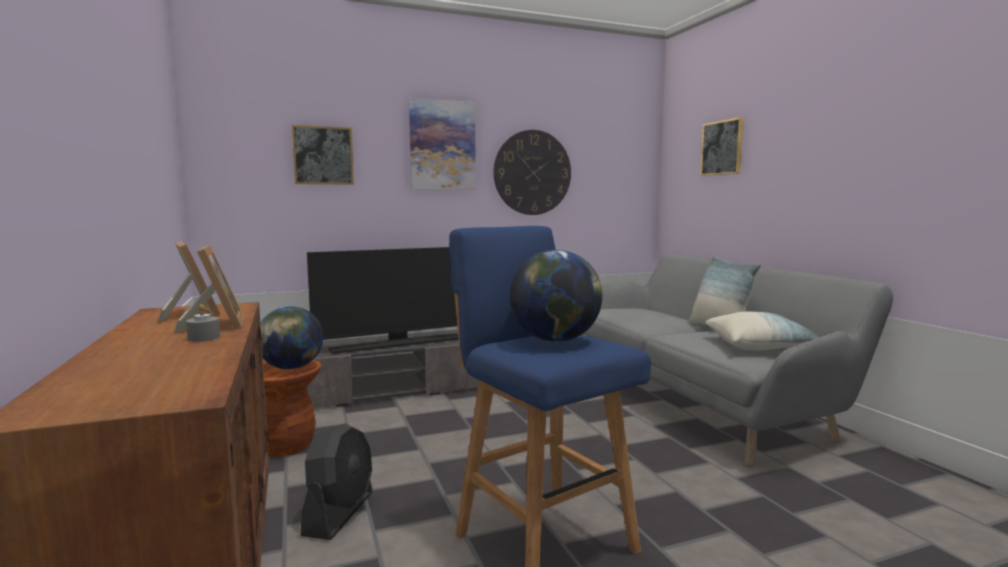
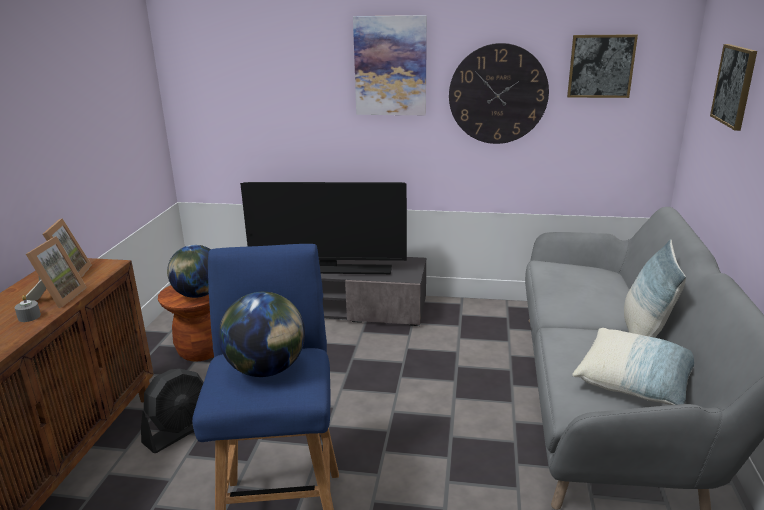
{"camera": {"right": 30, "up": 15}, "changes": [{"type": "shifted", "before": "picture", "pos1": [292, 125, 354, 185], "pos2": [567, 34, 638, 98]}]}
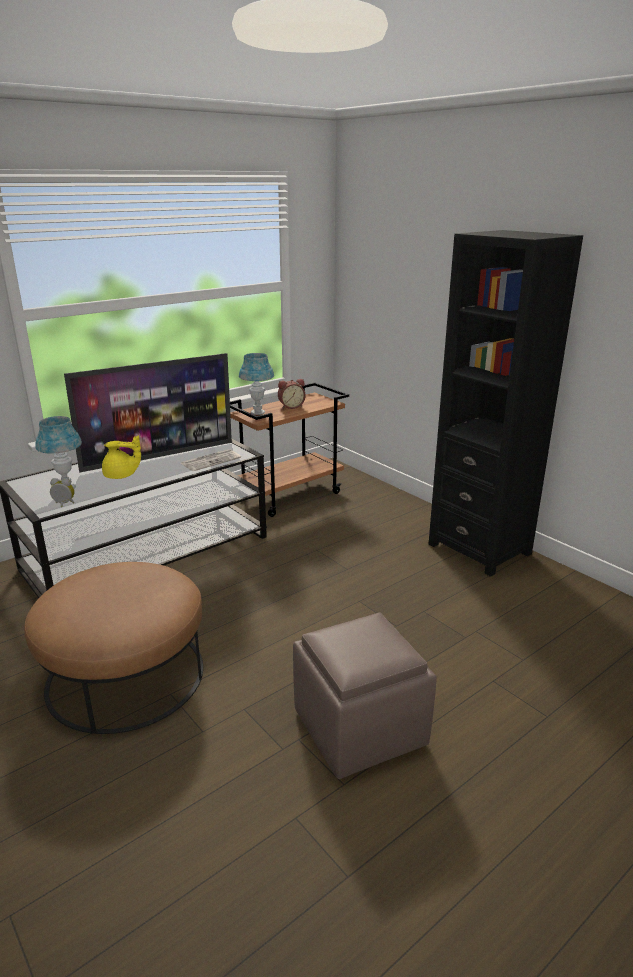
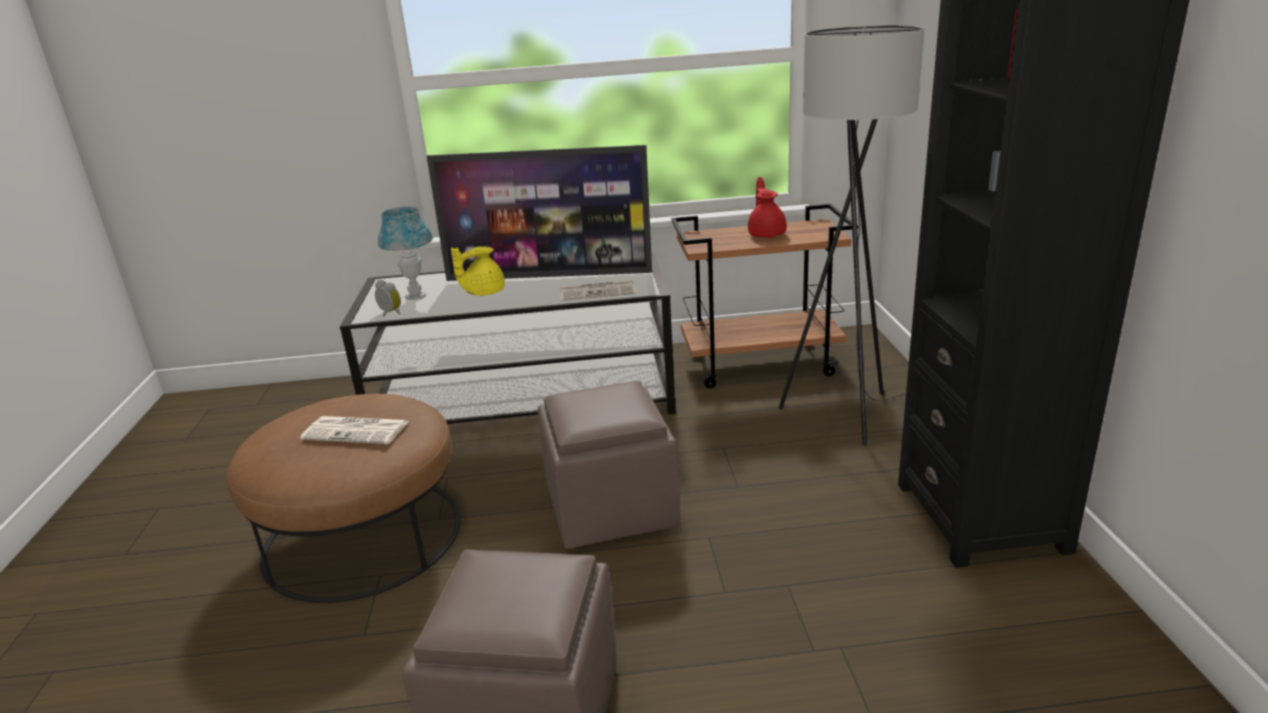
{"camera": {"right": 35, "up": 0}, "changes": [{"type": "rotated", "before": "yellow teapot", "pos1": [102, 435, 141, 479], "pos2": [451, 246, 505, 296], "turn": 105}, {"type": "gone", "before": "blue table lamp", "pos1": [239, 353, 274, 415]}, {"type": "swapped", "before": "alarm clock", "after": "red teapot", "pos1": [278, 379, 305, 409], "pos2": [748, 177, 787, 238]}, {"type": "new", "after": "newspaper", "pos2": [300, 416, 409, 444]}, {"type": "new", "after": "brown ottoman", "pos2": [538, 381, 680, 549]}, {"type": "new", "after": "grey floor lamp", "pos2": [778, 25, 924, 446]}]}
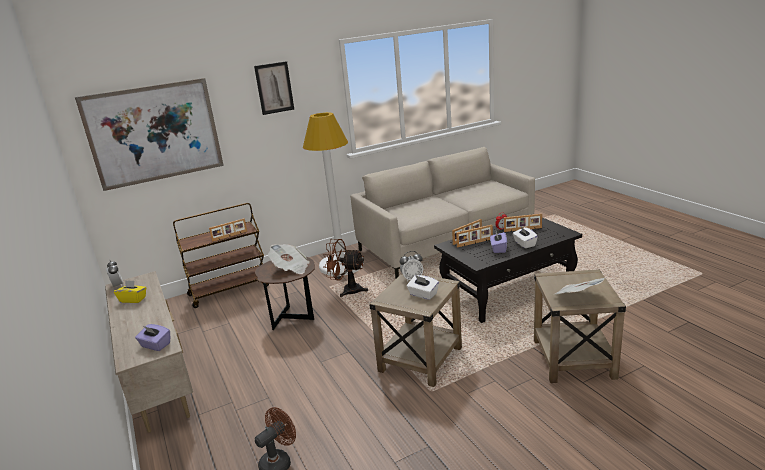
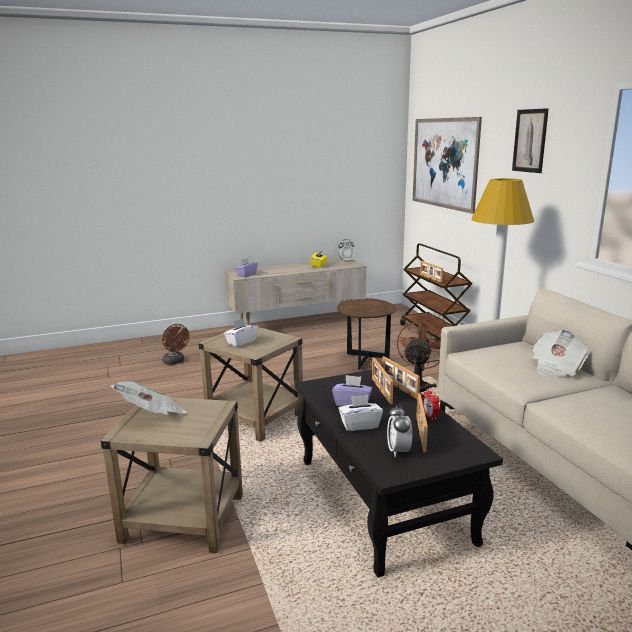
{"camera": {"right": 95, "up": -5}, "changes": [{"type": "shifted", "before": "newspaper", "pos1": [268, 244, 310, 274], "pos2": [532, 329, 591, 376]}, {"type": "shifted", "before": "alarm clock", "pos1": [400, 251, 423, 282], "pos2": [387, 404, 412, 457]}]}
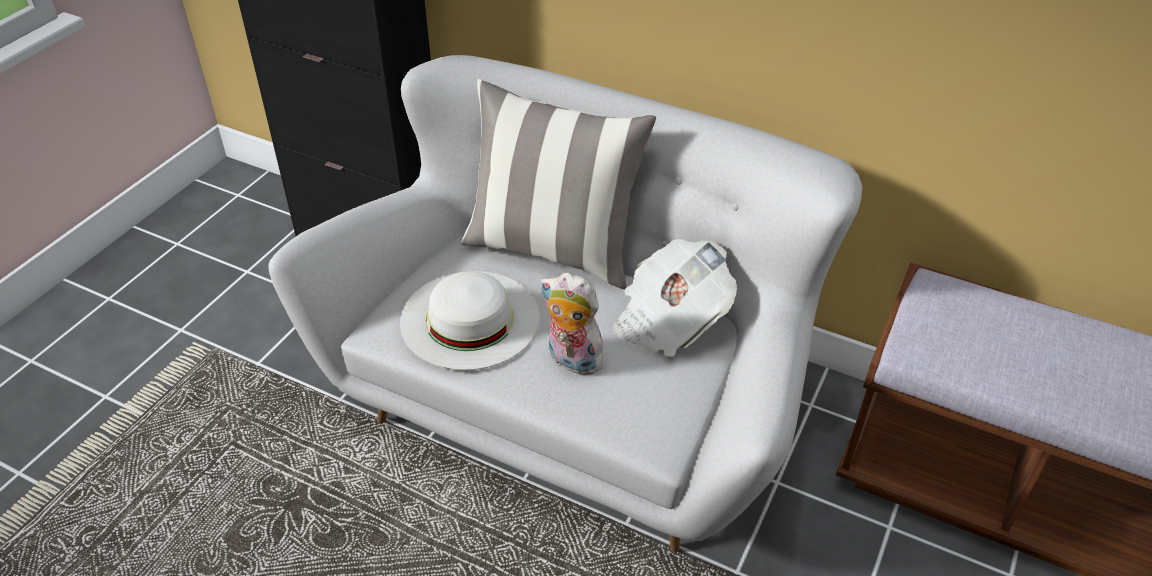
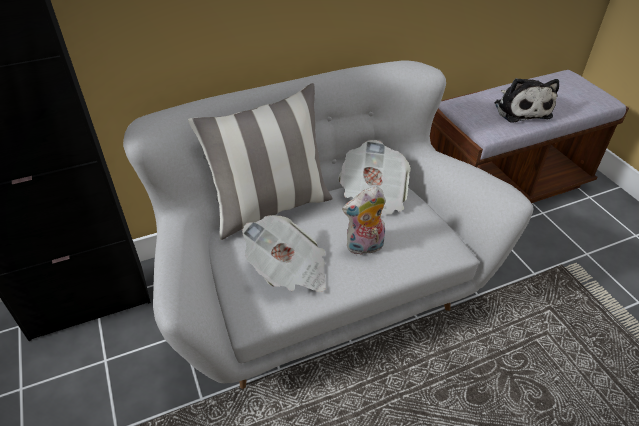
{"camera": {"right": -50, "up": 0}, "changes": [{"type": "swapped", "before": "white hat", "after": "newspaper", "pos1": [400, 271, 540, 370], "pos2": [242, 215, 326, 292]}, {"type": "new", "after": "plush toy", "pos2": [495, 78, 559, 123]}]}
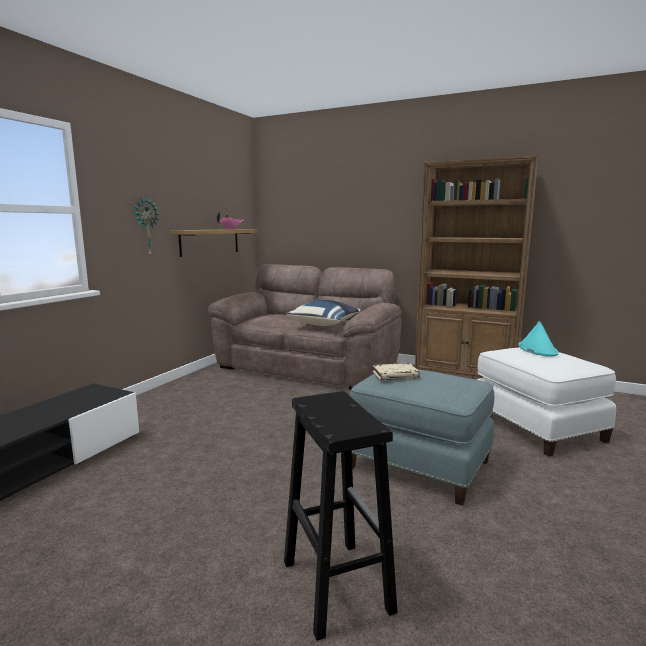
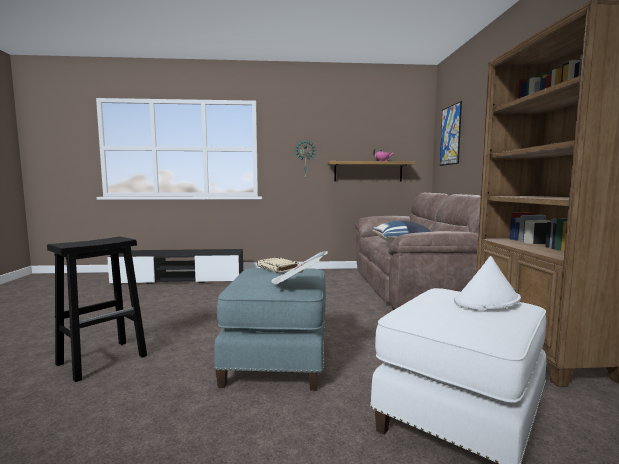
{"camera": {"right": 60, "up": -5}, "changes": [{"type": "repainted", "before": "turquoise hat", "after": "white hat", "pos1": [518, 321, 559, 356], "pos2": [454, 256, 521, 309]}, {"type": "new", "after": "newspaper", "pos2": [271, 251, 328, 285]}, {"type": "new", "after": "picture", "pos2": [440, 101, 462, 166]}]}
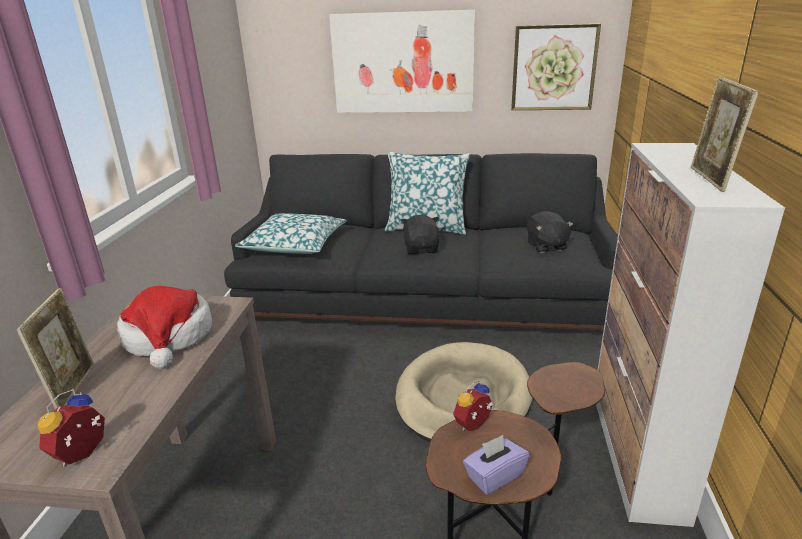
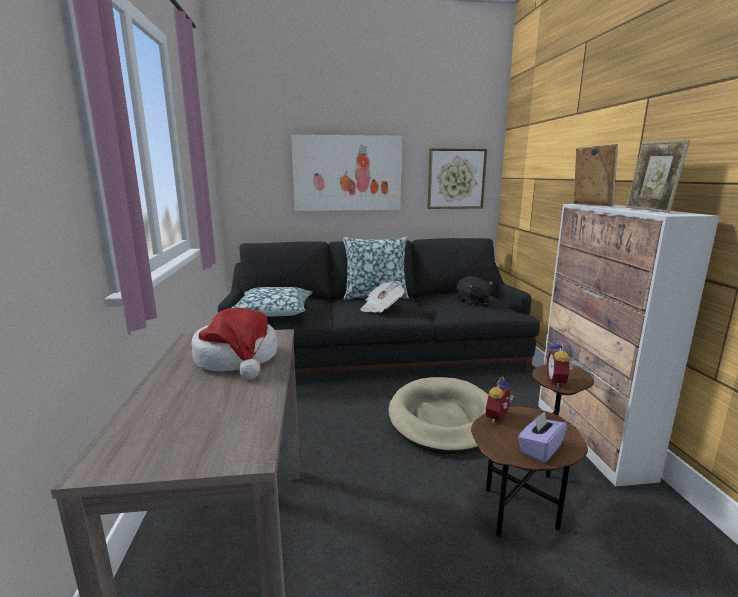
{"camera": {"right": -15, "up": -10}, "changes": [{"type": "shifted", "before": "picture frame", "pos1": [16, 288, 94, 410], "pos2": [573, 144, 618, 206]}, {"type": "shifted", "before": "alarm clock", "pos1": [38, 389, 105, 467], "pos2": [547, 340, 574, 387]}, {"type": "swapped", "before": "black plush toy", "after": "newspaper", "pos1": [401, 215, 440, 254], "pos2": [360, 281, 405, 313]}]}
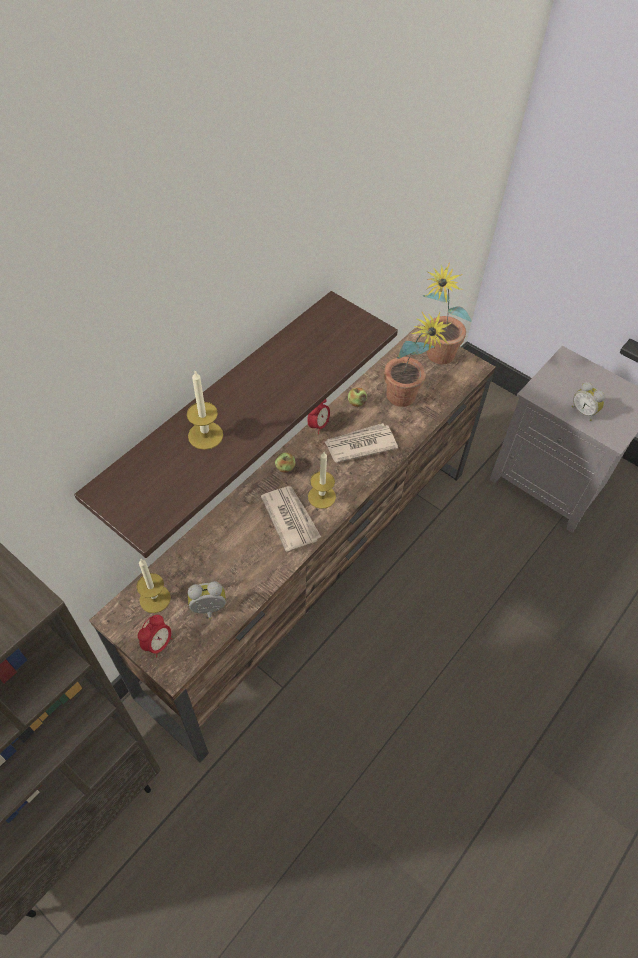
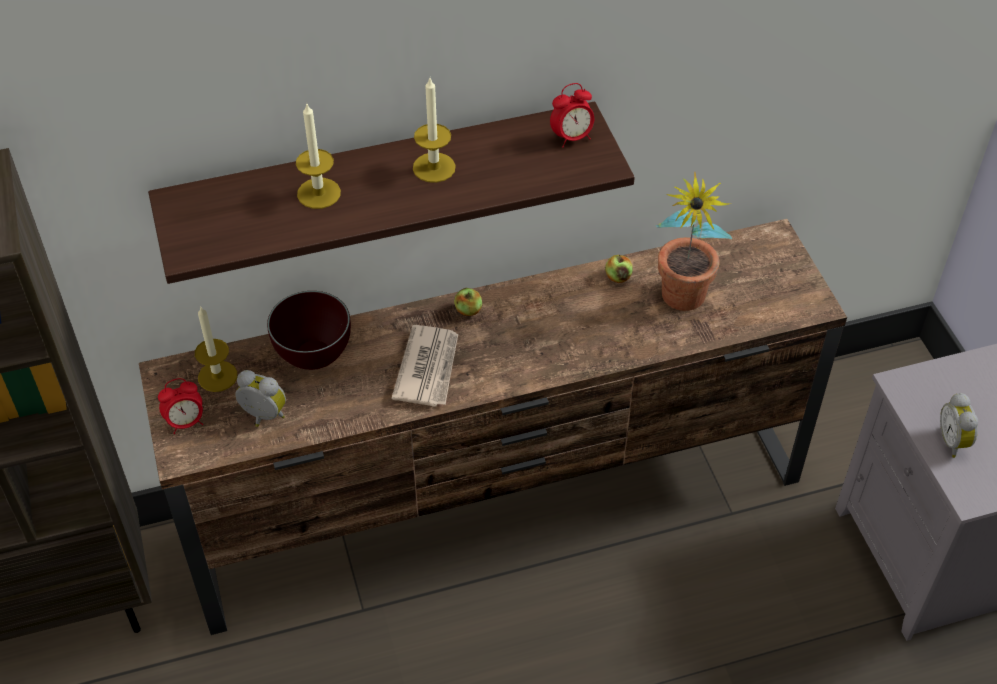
{"camera": {"right": 35, "up": -5}, "changes": [{"type": "shifted", "before": "alarm clock", "pos1": [307, 399, 330, 434], "pos2": [550, 83, 594, 148]}, {"type": "shifted", "before": "candle", "pos1": [308, 452, 336, 509], "pos2": [413, 78, 456, 183]}, {"type": "gone", "before": "newspaper", "pos1": [325, 423, 398, 463]}, {"type": "gone", "before": "potted plant", "pos1": [423, 262, 472, 364]}, {"type": "new", "after": "brown bowl", "pos2": [267, 291, 351, 370]}]}
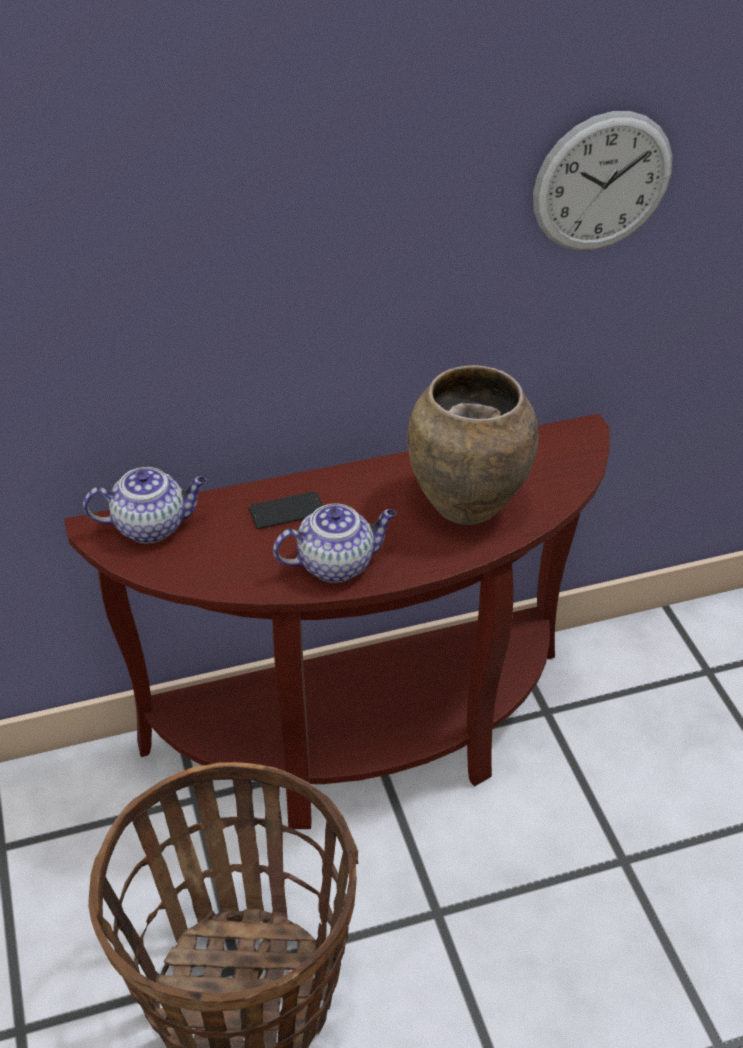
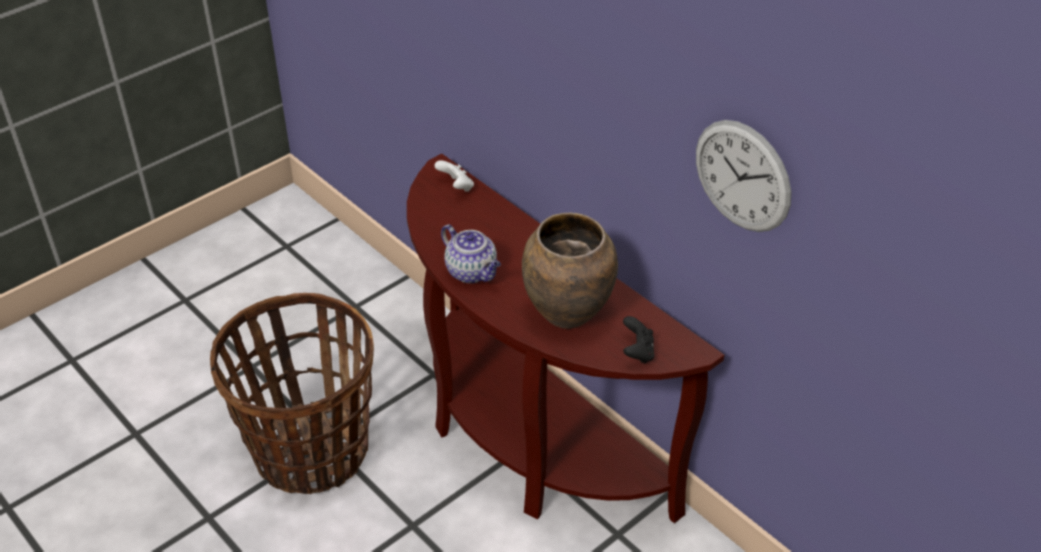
{"camera": {"right": 65, "up": 0}, "changes": [{"type": "swapped", "before": "teapot", "after": "white game controller", "pos1": [83, 467, 207, 543], "pos2": [434, 160, 474, 192]}, {"type": "gone", "before": "phone", "pos1": [249, 491, 323, 529]}, {"type": "new", "after": "black game controller", "pos2": [623, 316, 654, 364]}]}
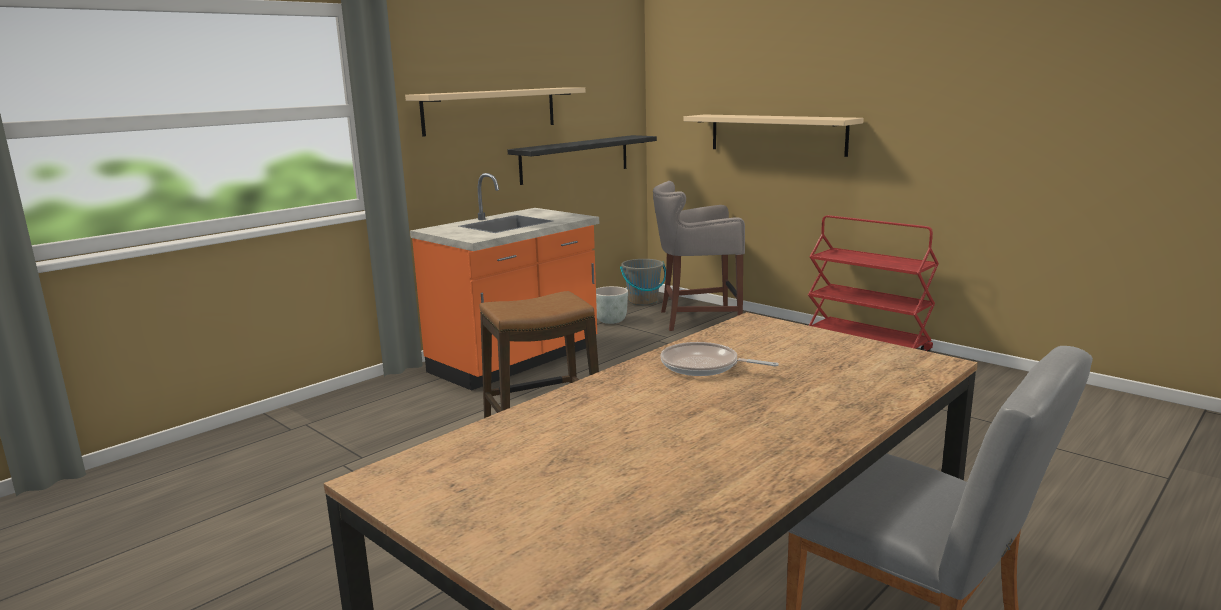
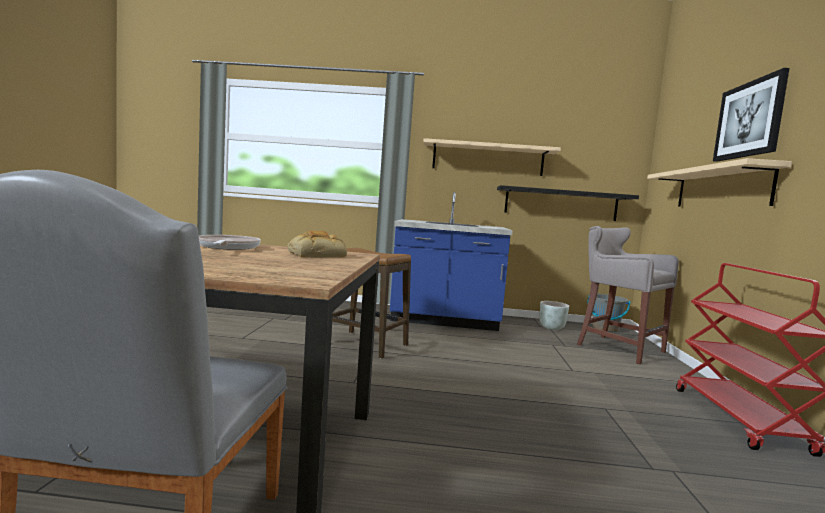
{"camera": {"right": 50, "up": -10}, "changes": [{"type": "repainted", "before": "orange counter", "after": "blue counter", "pos1": [410, 173, 599, 391], "pos2": [390, 192, 513, 331]}, {"type": "new", "after": "bread", "pos2": [287, 231, 347, 257]}, {"type": "new", "after": "picture", "pos2": [713, 68, 789, 162]}]}
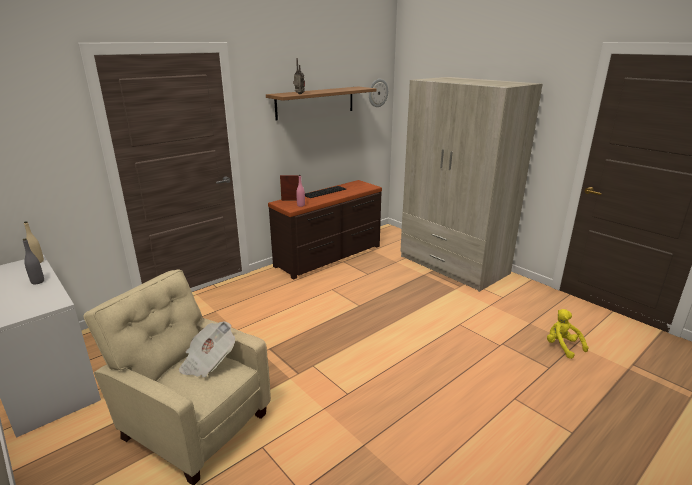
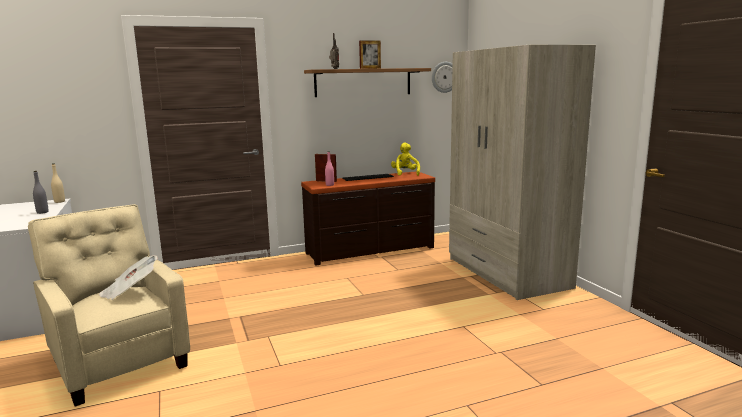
{"camera": {"right": 20, "up": -10}, "changes": [{"type": "shifted", "before": "yellow plush toy", "pos1": [547, 309, 589, 359], "pos2": [391, 143, 420, 176]}, {"type": "new", "after": "picture frame", "pos2": [359, 40, 381, 69]}]}
